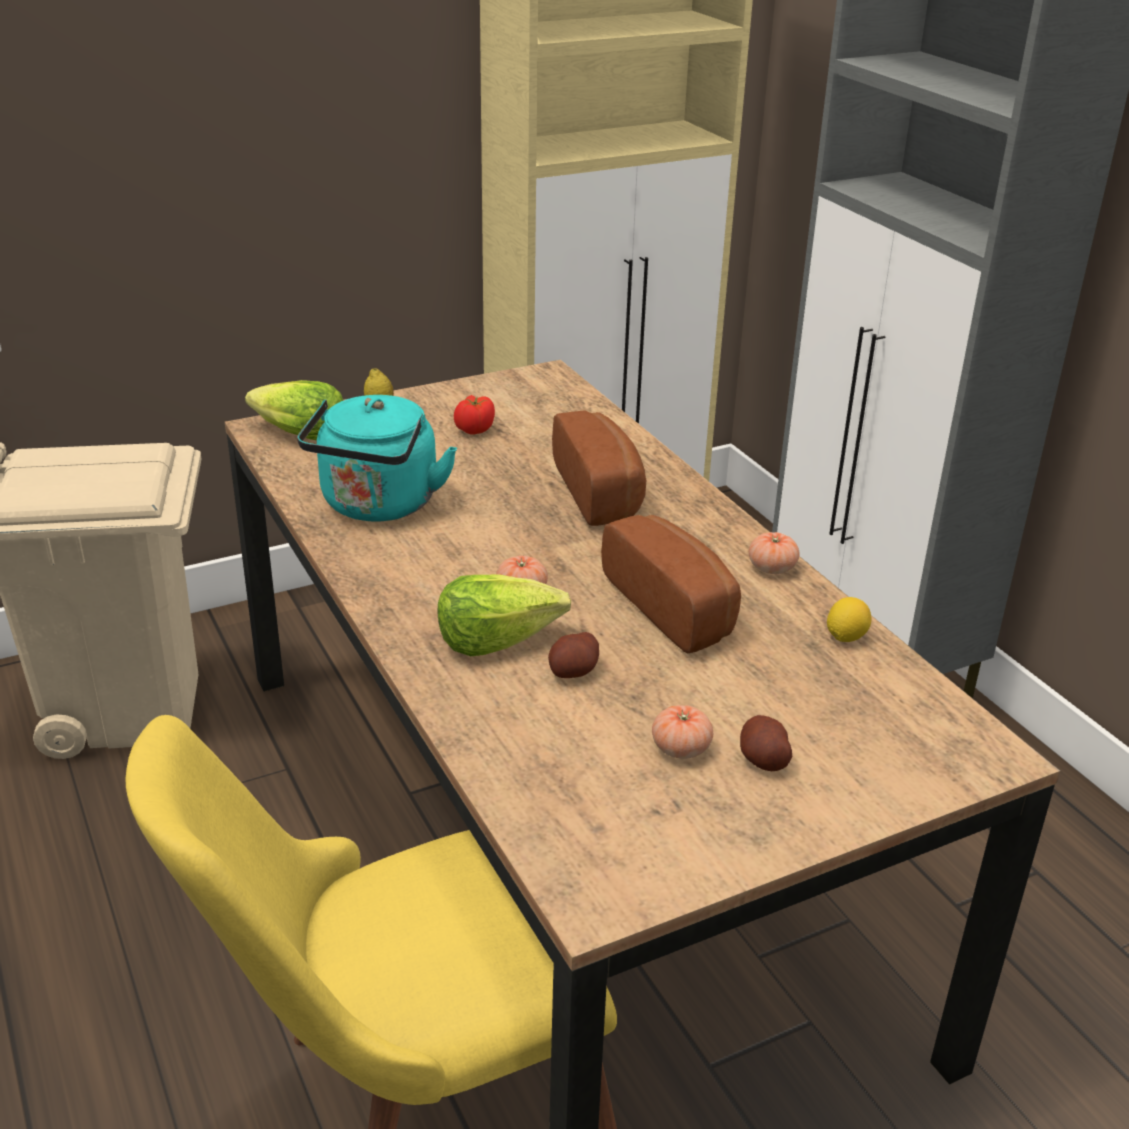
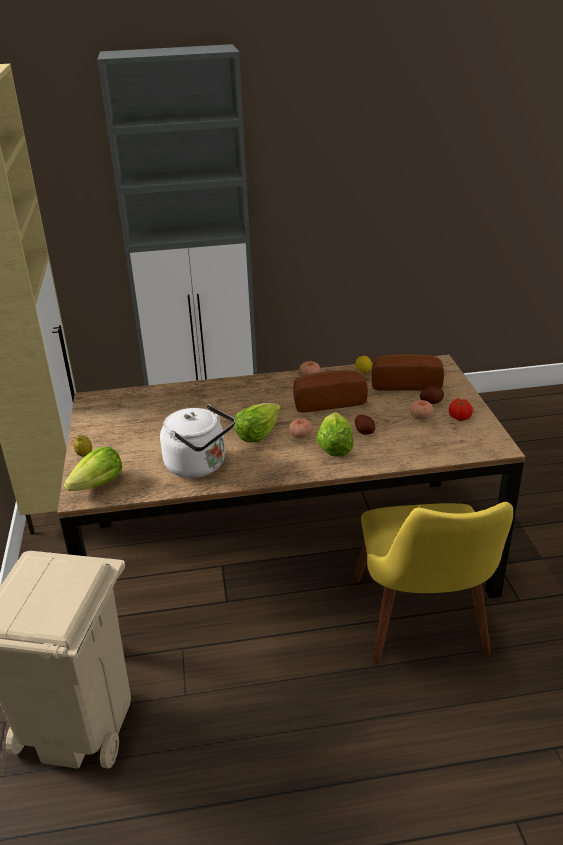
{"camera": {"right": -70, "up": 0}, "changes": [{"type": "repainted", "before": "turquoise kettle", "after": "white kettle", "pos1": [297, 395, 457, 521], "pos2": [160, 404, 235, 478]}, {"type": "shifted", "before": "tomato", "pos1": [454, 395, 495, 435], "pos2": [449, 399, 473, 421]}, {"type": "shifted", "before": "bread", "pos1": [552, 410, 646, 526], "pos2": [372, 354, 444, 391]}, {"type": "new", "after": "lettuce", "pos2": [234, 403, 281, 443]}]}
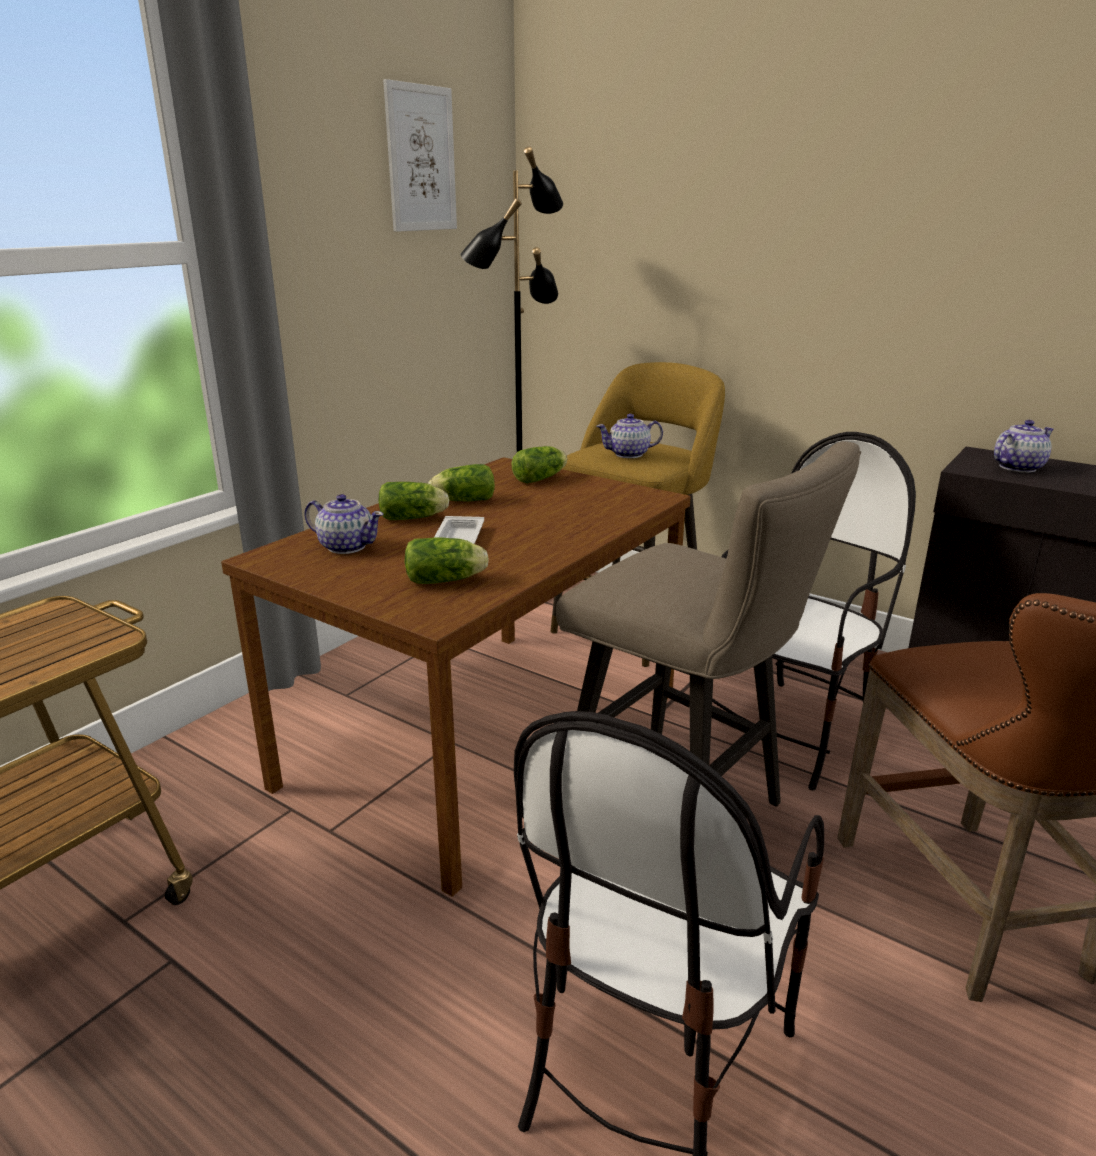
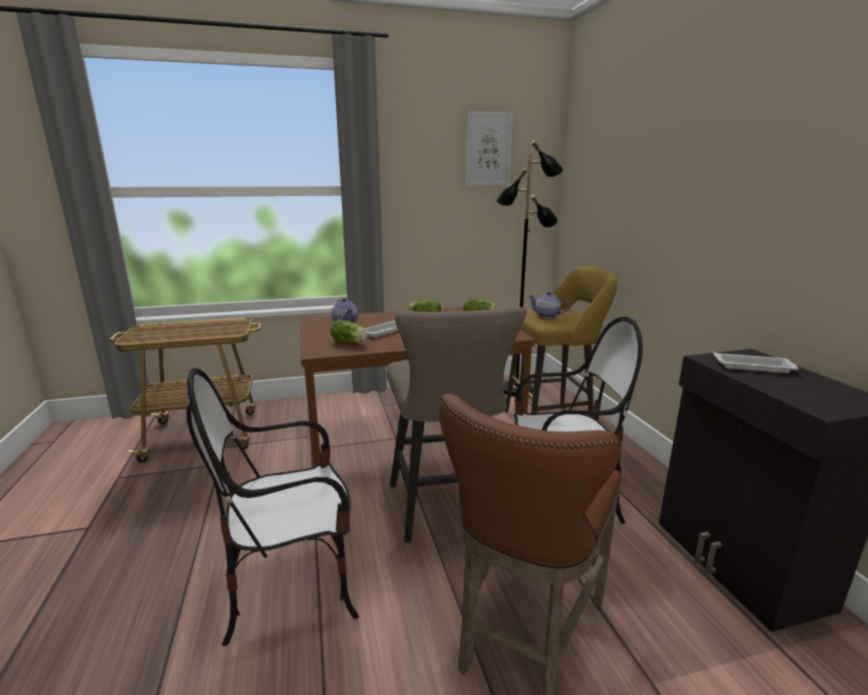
{"camera": {"right": 40, "up": -5}, "changes": [{"type": "gone", "before": "lettuce", "pos1": [378, 482, 449, 520]}, {"type": "swapped", "before": "teapot", "after": "white tray", "pos1": [994, 420, 1054, 473], "pos2": [713, 352, 798, 373]}]}
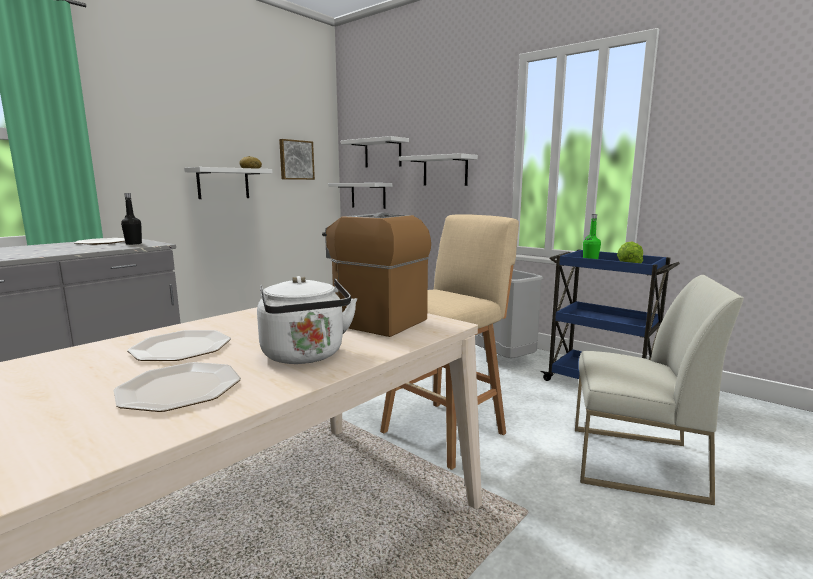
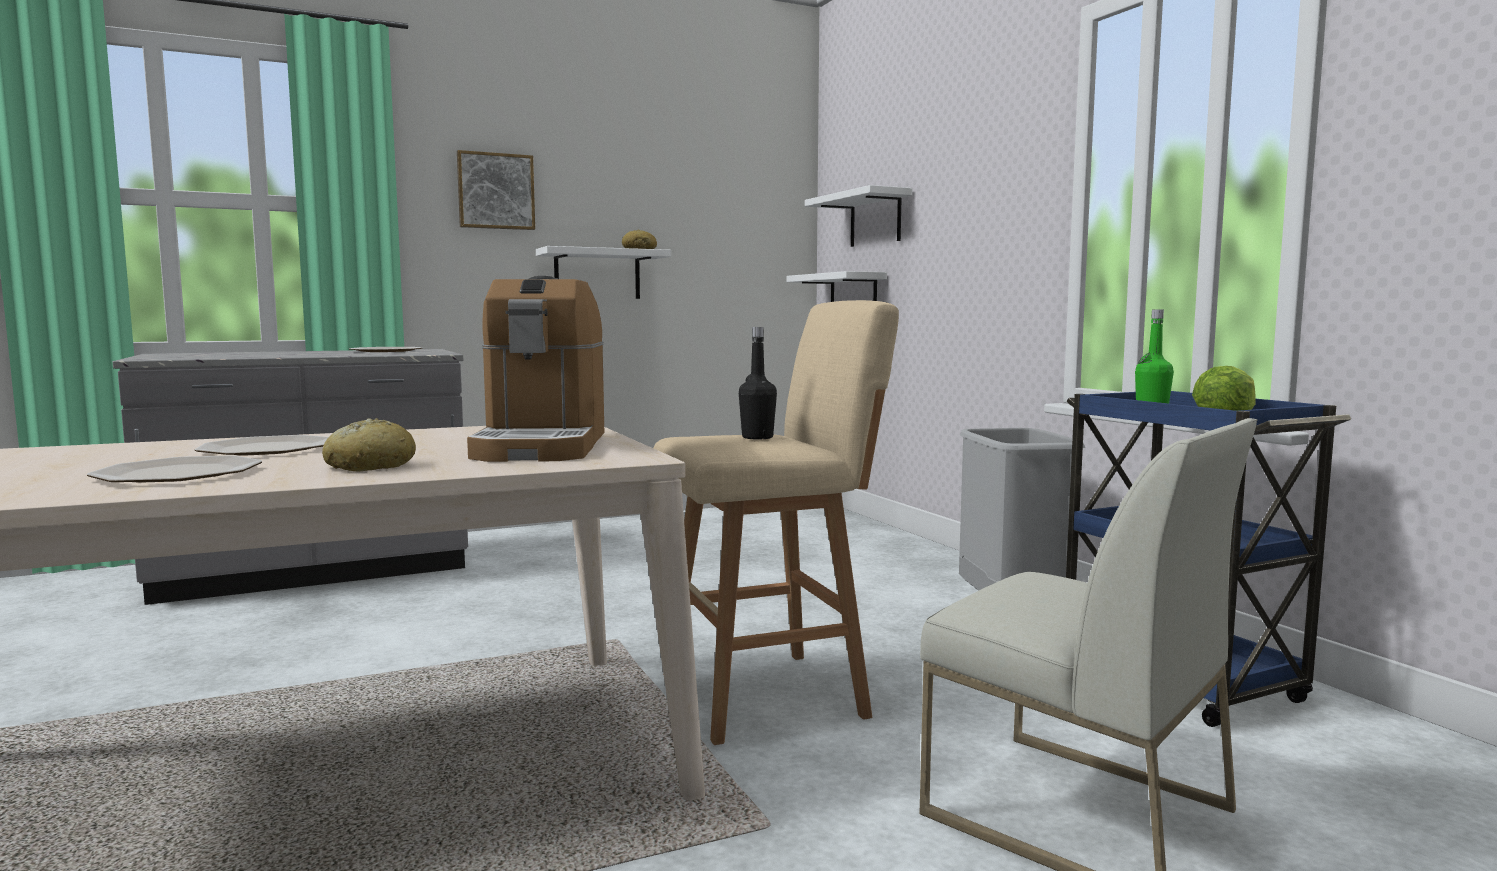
{"camera": {"right": 25, "up": -5}, "changes": [{"type": "shifted", "before": "black bottle", "pos1": [121, 193, 142, 245], "pos2": [739, 327, 777, 439]}, {"type": "swapped", "before": "white kettle", "after": "bread", "pos1": [257, 276, 357, 364], "pos2": [322, 418, 416, 471]}, {"type": "shifted", "before": "picture", "pos1": [279, 139, 315, 180], "pos2": [457, 150, 535, 230]}, {"type": "rotated", "before": "coffee machine", "pos1": [322, 213, 431, 337], "pos2": [467, 276, 604, 462], "turn": -150}, {"type": "gone", "before": "white shelf", "pos1": [399, 153, 478, 186]}]}
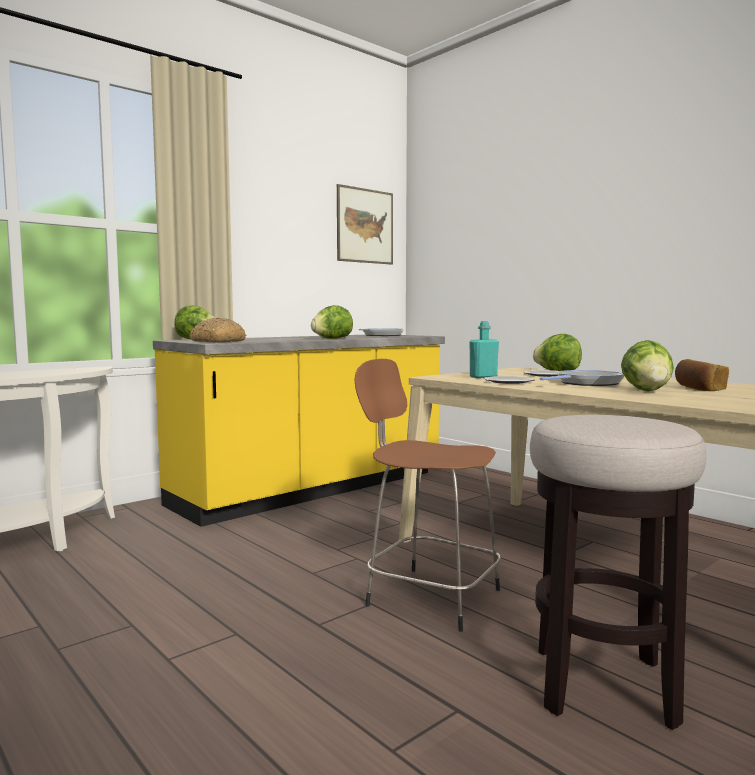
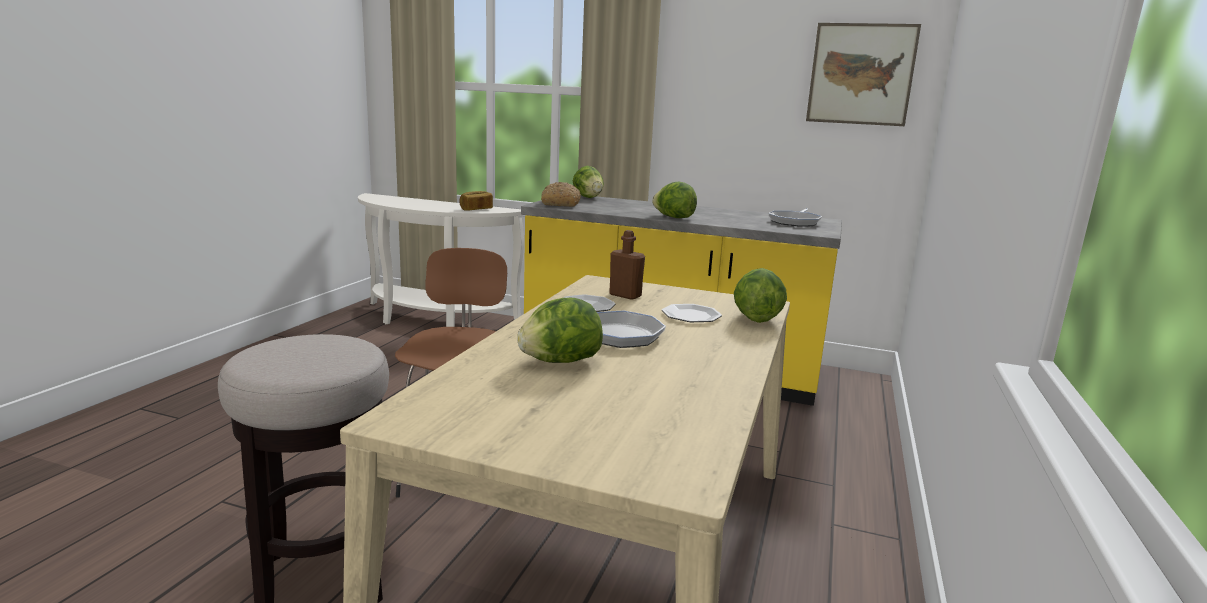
{"camera": {"right": 60, "up": 10}, "changes": [{"type": "repainted", "before": "turquoise bottle", "after": "brown bottle", "pos1": [469, 321, 499, 378], "pos2": [609, 230, 645, 300]}, {"type": "shifted", "before": "bread", "pos1": [675, 359, 729, 391], "pos2": [459, 191, 493, 211]}]}
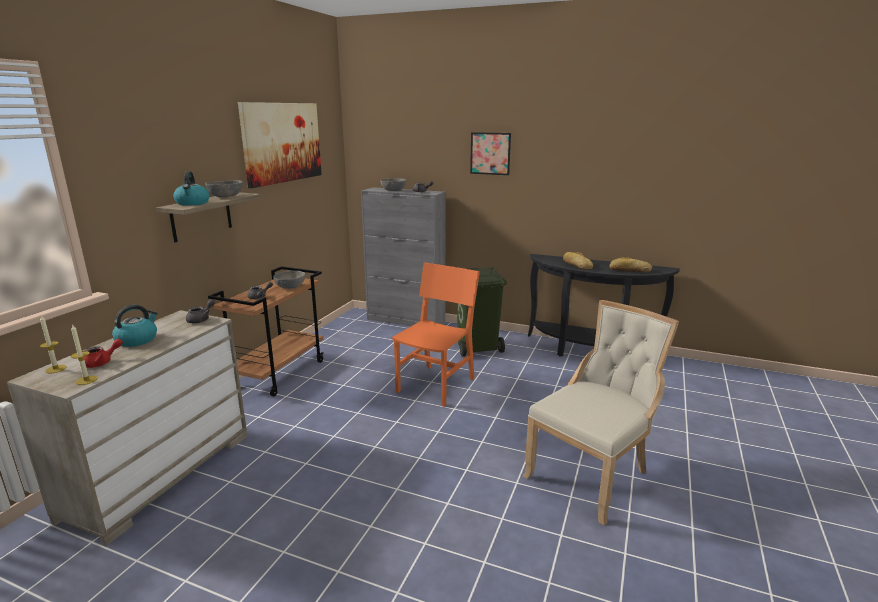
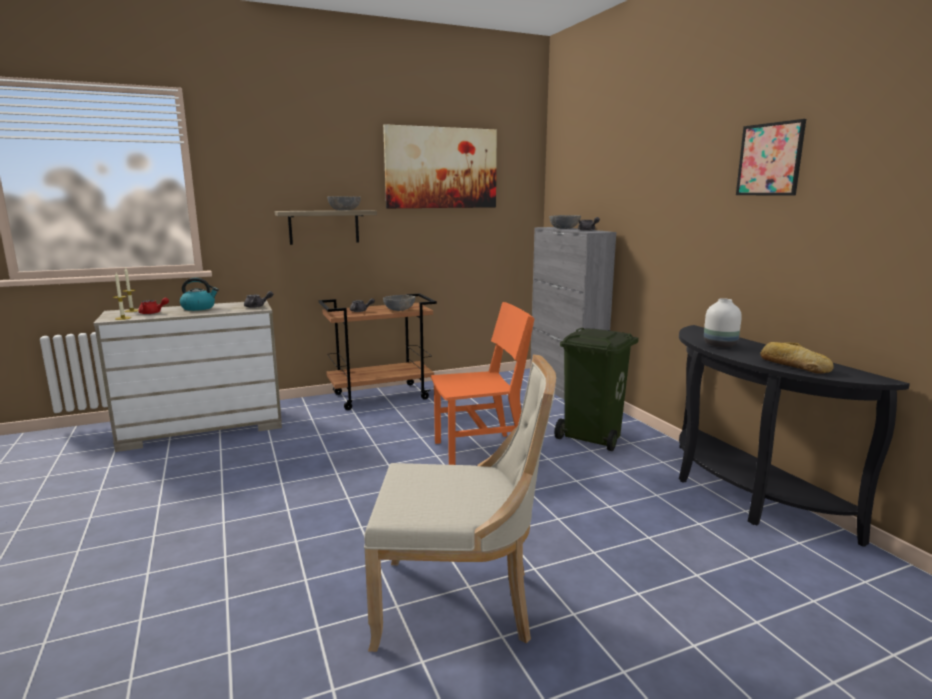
{"camera": {"right": 45, "up": -5}, "changes": [{"type": "gone", "before": "kettle", "pos1": [173, 171, 210, 206]}, {"type": "shifted", "before": "picture", "pos1": [470, 132, 511, 175], "pos2": [736, 119, 806, 195]}, {"type": "swapped", "before": "bread", "after": "white vase", "pos1": [563, 252, 593, 270], "pos2": [704, 298, 742, 347]}]}
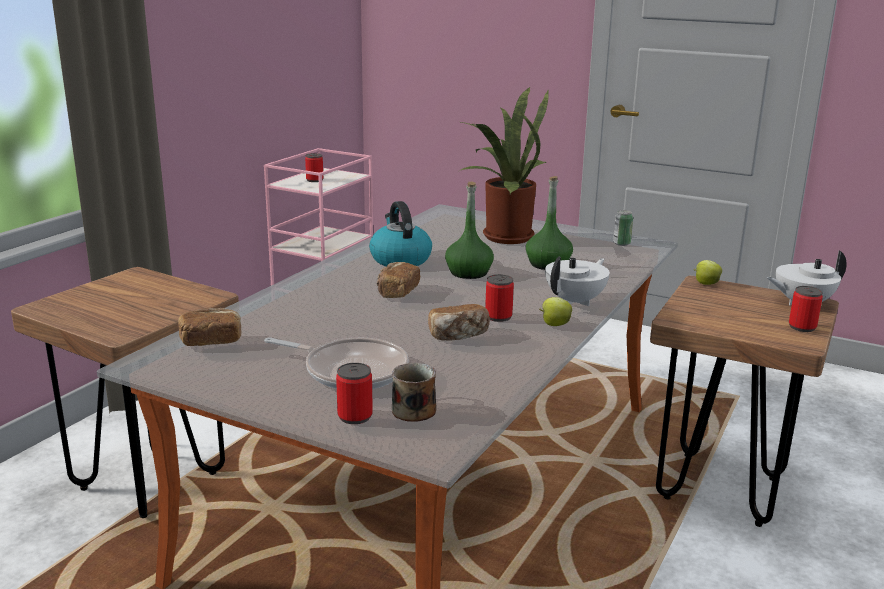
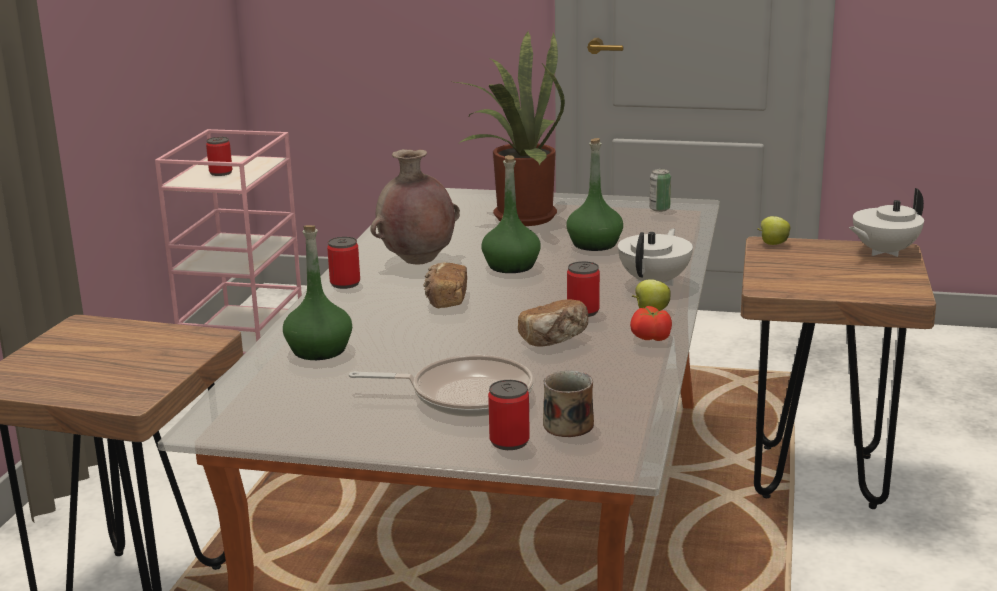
{"camera": {"right": -15, "up": 0}, "changes": [{"type": "gone", "before": "bread", "pos1": [178, 308, 241, 346]}, {"type": "swapped", "before": "kettle", "after": "brown vase", "pos1": [369, 201, 432, 266], "pos2": [370, 149, 460, 265]}, {"type": "shifted", "before": "can", "pos1": [789, 286, 823, 332], "pos2": [327, 237, 360, 289]}, {"type": "new", "after": "green bottle", "pos2": [283, 225, 352, 360]}, {"type": "new", "after": "tomato", "pos2": [630, 306, 672, 341]}]}
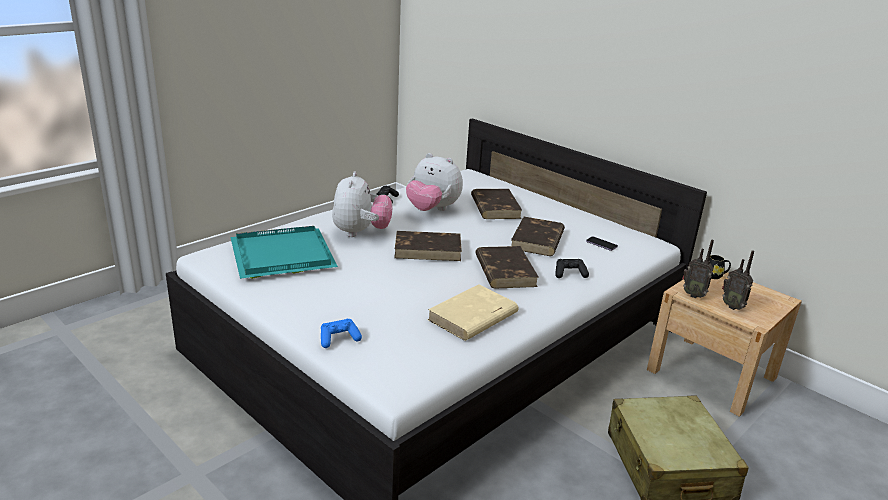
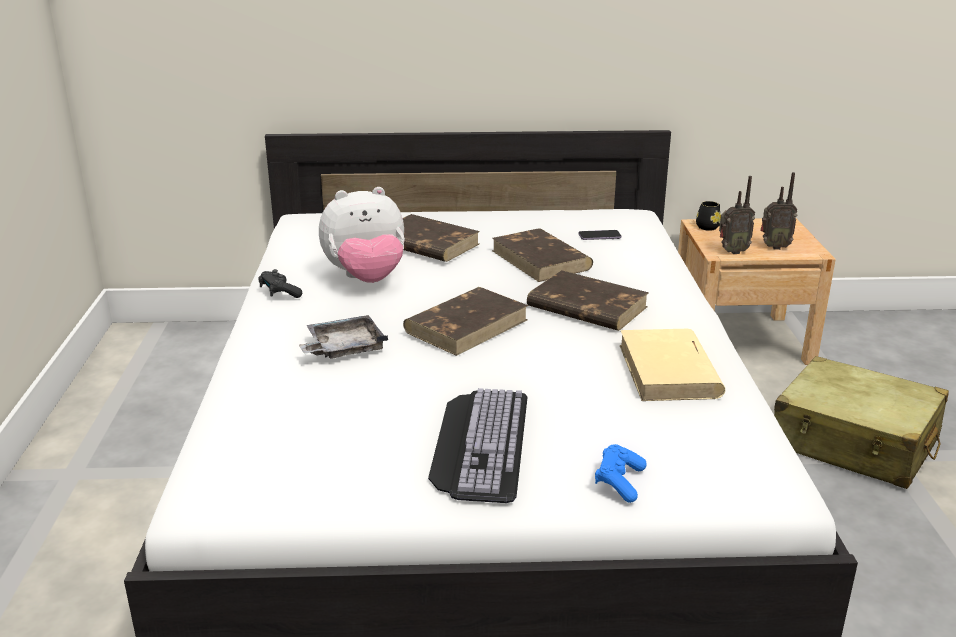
{"camera": {"right": -45, "up": 0}, "changes": [{"type": "gone", "before": "turquoise tray", "pos1": [230, 226, 338, 279]}, {"type": "swapped", "before": "plush toy", "after": "grey tray", "pos1": [332, 172, 392, 237], "pos2": [299, 315, 388, 359]}, {"type": "gone", "before": "black game controller", "pos1": [555, 259, 589, 278]}, {"type": "new", "after": "keyboard", "pos2": [428, 388, 527, 503]}]}
